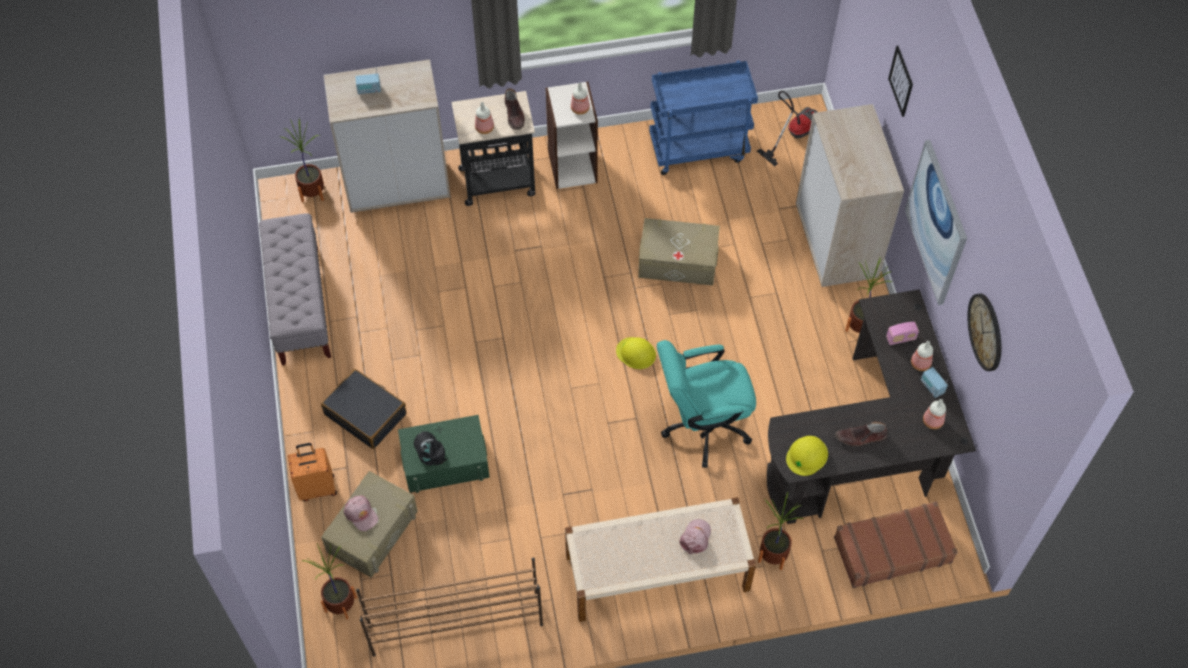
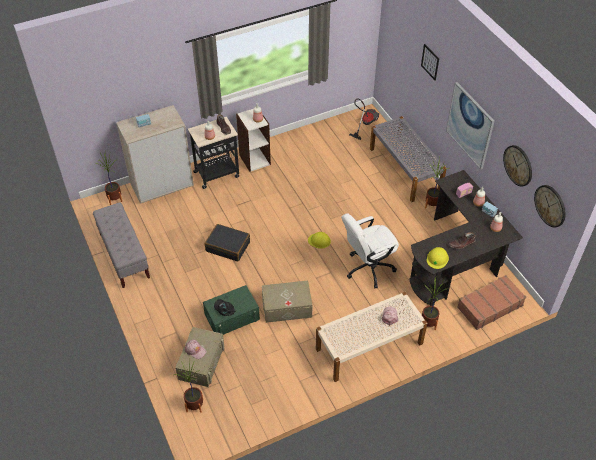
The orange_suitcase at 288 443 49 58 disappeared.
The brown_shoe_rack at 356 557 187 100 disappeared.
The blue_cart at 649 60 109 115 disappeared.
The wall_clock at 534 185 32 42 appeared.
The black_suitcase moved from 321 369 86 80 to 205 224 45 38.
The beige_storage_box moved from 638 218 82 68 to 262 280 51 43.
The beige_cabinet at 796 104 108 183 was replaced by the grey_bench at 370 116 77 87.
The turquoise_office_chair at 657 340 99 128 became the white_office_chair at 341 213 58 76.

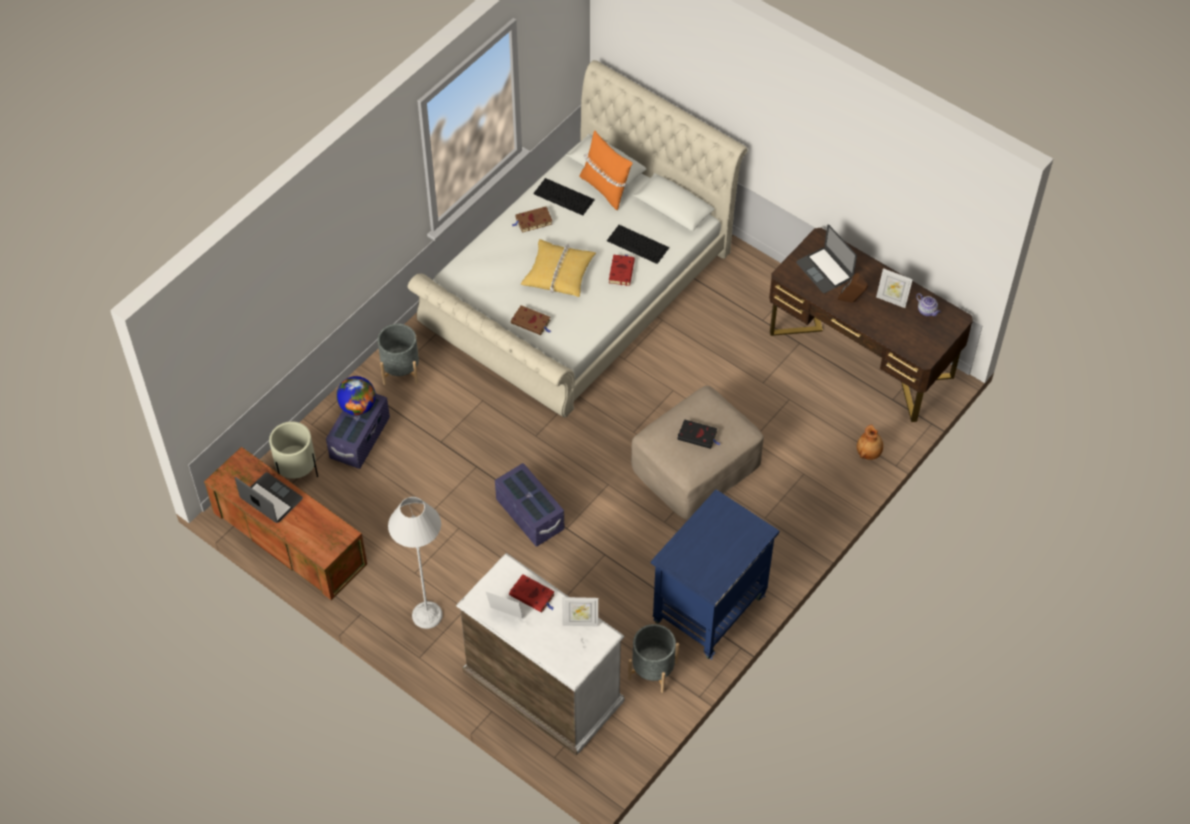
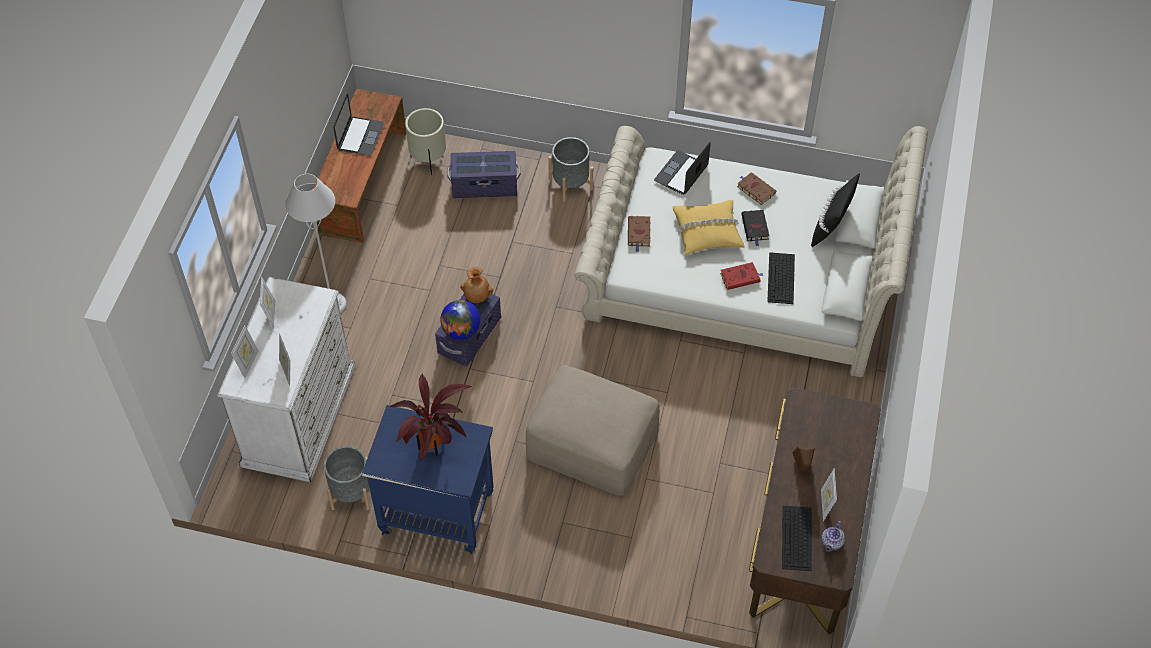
The red_book at 509 574 46 39 disappeared.
The picture_frame at 231 325 28 53 appeared.
The potted_plant at 391 373 81 88 appeared.
The globe moved from 336 376 40 39 to 440 300 40 40.
The keyboard moved from 533 178 62 37 to 782 506 30 65.
The black_book moved from 677 419 43 30 to 741 210 28 36.
The laptop moved from 796 224 61 69 to 654 142 57 53.
The brown_vase moved from 857 425 26 35 to 460 267 33 36.
The orange_pillow at 579 131 53 79 became the black_pillow at 811 173 49 74.

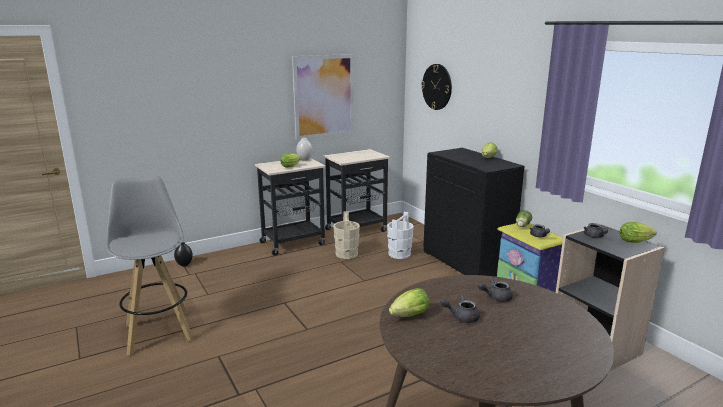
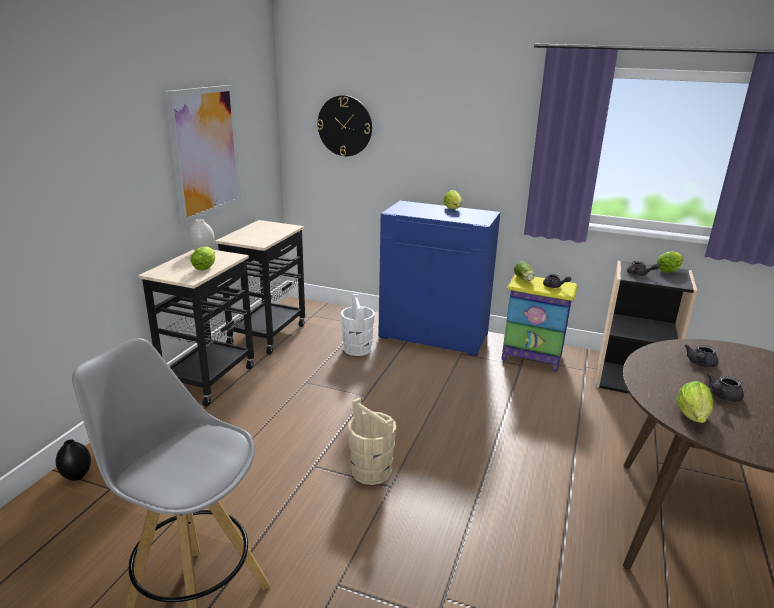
The beige_bucket moved from 333 211 27 48 to 348 397 48 88.
The black_cabinet at 423 148 101 129 became the blue_cabinet at 378 201 122 155.

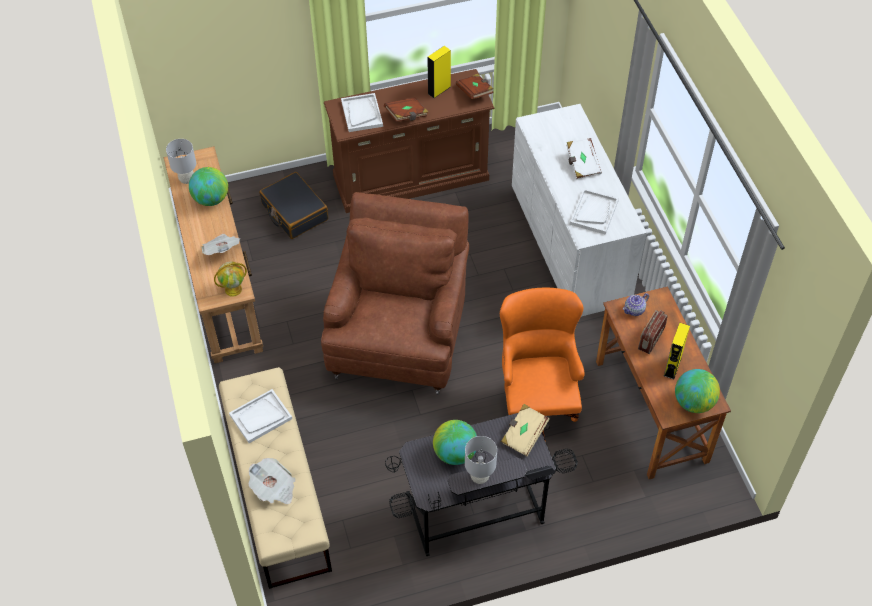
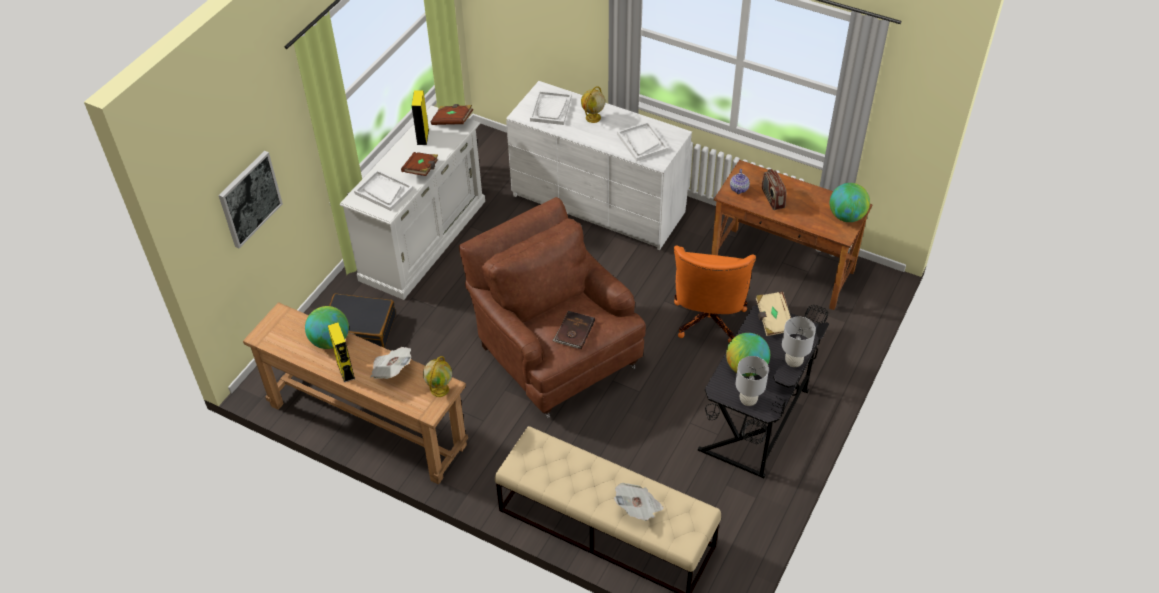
The picture at 219 151 64 97 appeared.
The brown_book at 553 311 42 38 appeared.
The grey_table_lamp moved from 166 139 30 45 to 736 356 33 50.
The white_tray moved from 229 389 63 54 to 530 90 42 35.
The yellow_speaker moved from 664 323 26 56 to 328 322 27 60.
The white_book at 566 138 36 41 was replaced by the globe at 581 86 24 37.
The brown_cabinet at 324 69 171 144 became the white_cabinet at 340 105 145 195.
The orange_office_chair at 500 288 85 154 turned 120 degrees counterclockwise.

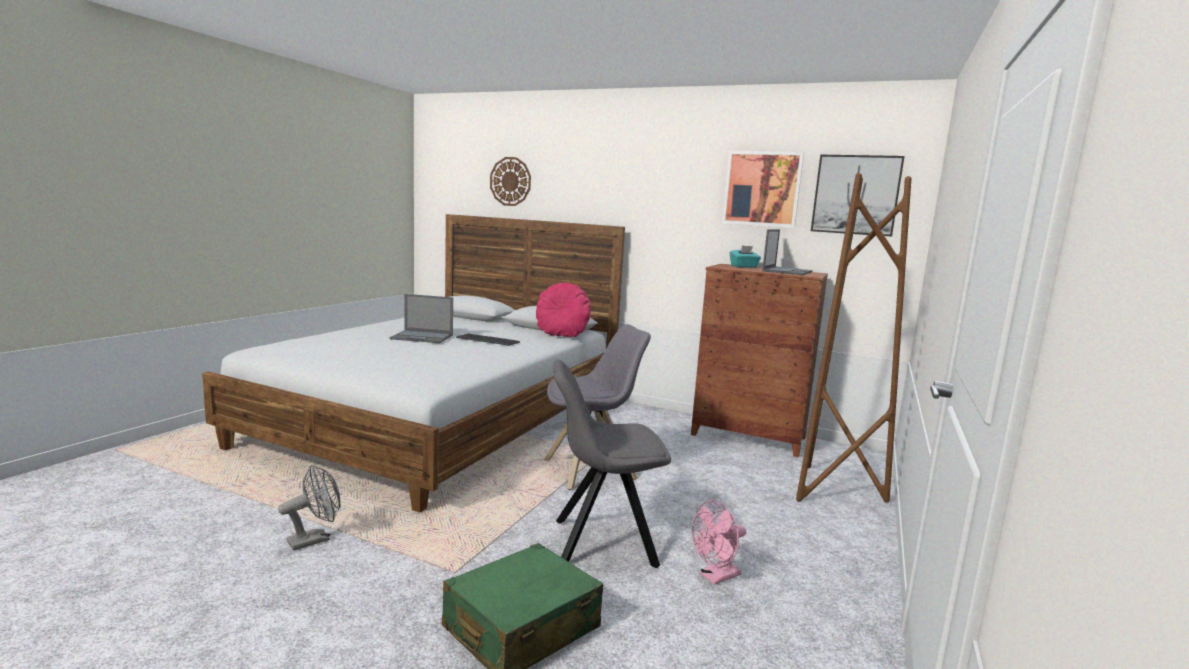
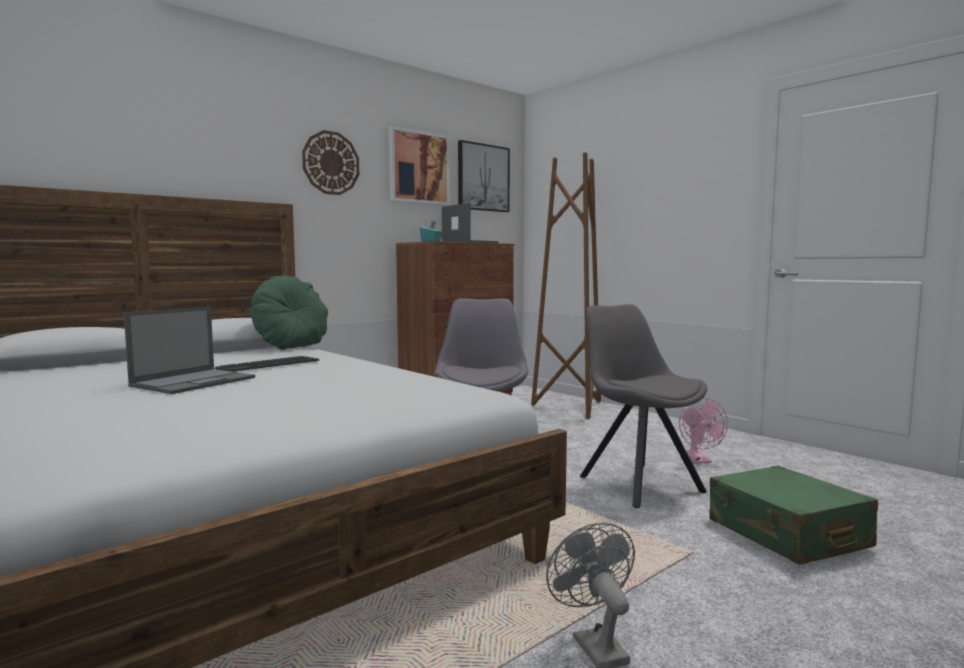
The wall_clock moved from 490 157 41 49 to 302 130 57 65.
The pink_pillow at 536 283 55 54 became the green_pillow at 250 275 78 75.
The grey_chair at 553 360 118 208 turned 135 degrees clockwise.

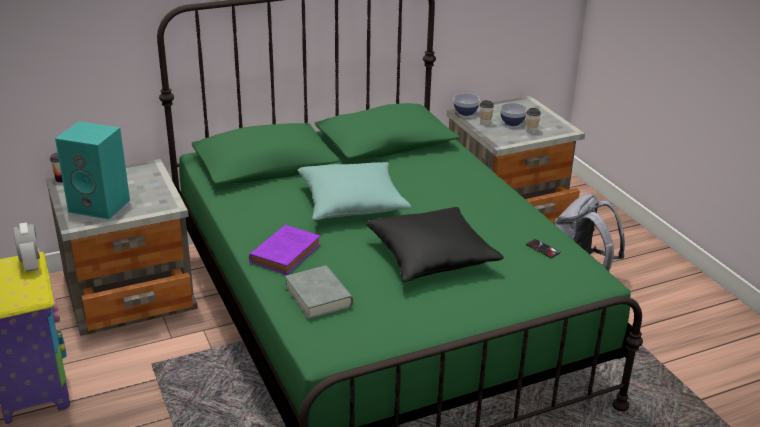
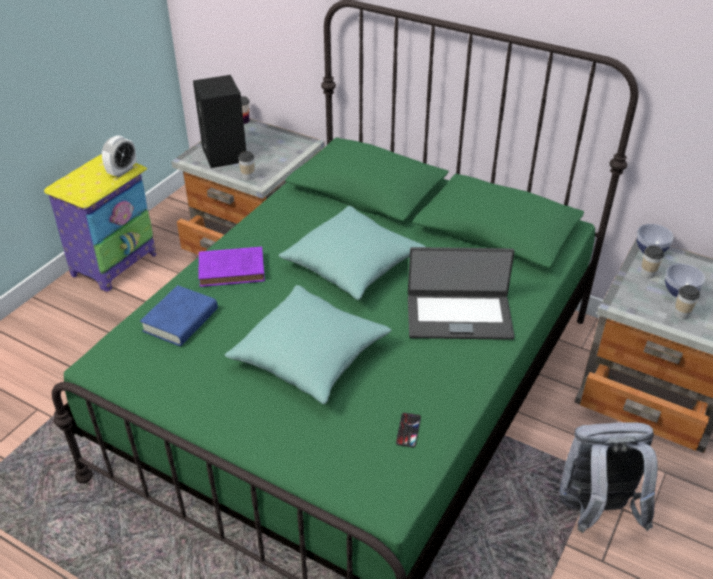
The cup at 238 151 17 29 appeared.
The laptop at 408 247 107 93 appeared.
The turquoise_speaker at 55 121 75 99 became the black_speaker at 193 75 53 93.
The grey_book at 285 265 68 55 became the blue_book at 140 285 78 61.
The black_pillow at 365 207 139 75 became the turquoise_pillow at 225 285 167 119.

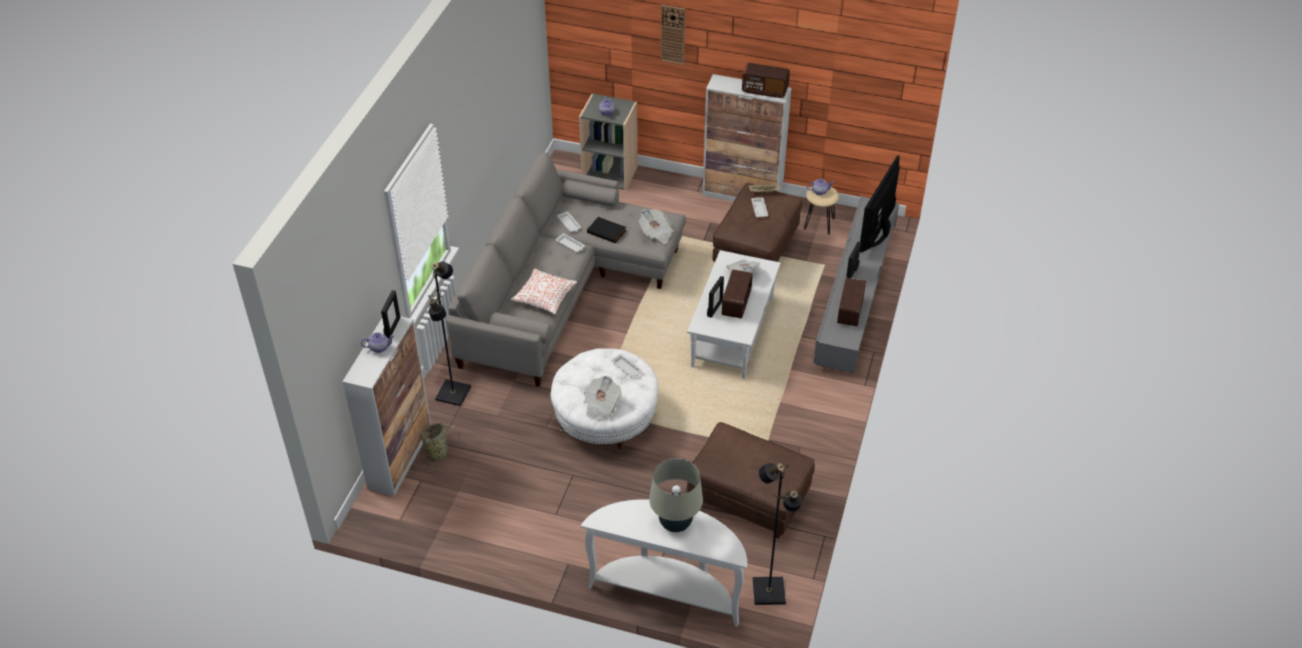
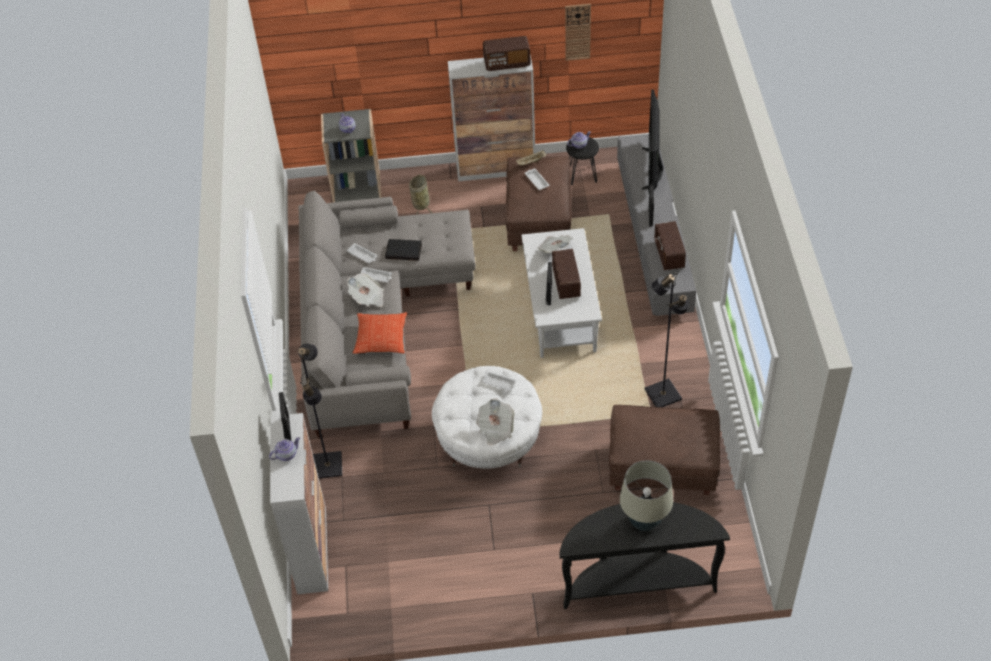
The basket moved from 422 423 33 49 to 409 174 24 41.
The newspaper moved from 639 209 35 35 to 347 274 37 33.
The wall_clock moved from 661 5 24 60 to 565 4 26 57.
The black_floor_lamp moved from 753 463 49 142 to 645 273 44 134.
The white_pillow at 511 268 66 46 became the orange_pillow at 353 312 54 42.
The white_console_table at 581 499 166 128 became the black_console_table at 559 502 171 107.
The beige_stool at 804 187 35 47 became the black_stool at 566 137 33 48.

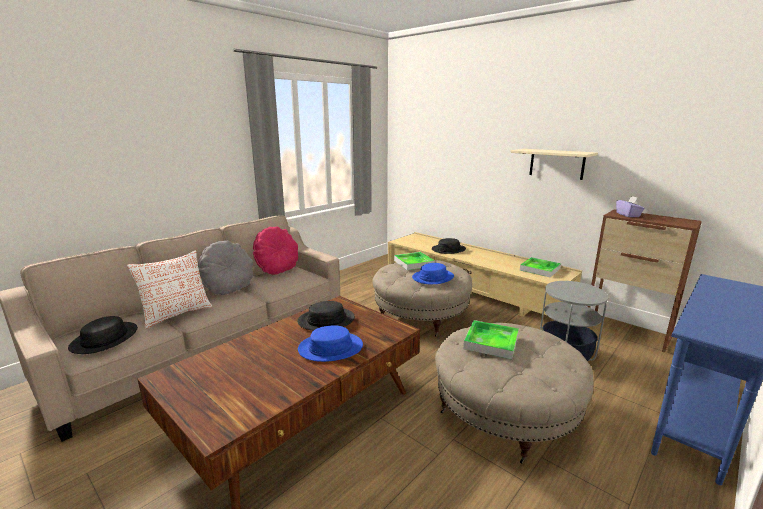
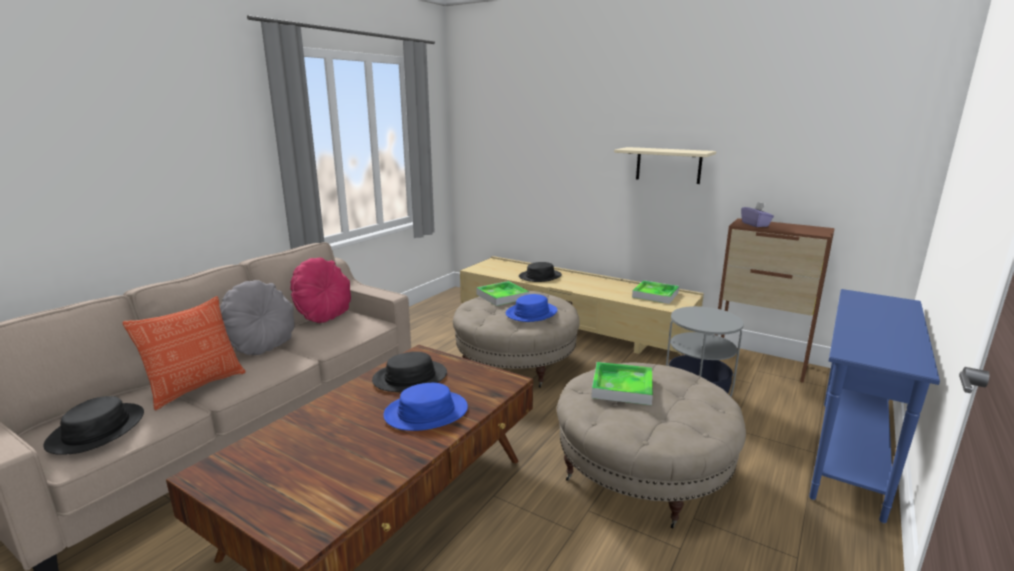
The white_pillow at 127 251 85 78 became the orange_pillow at 122 296 124 114.

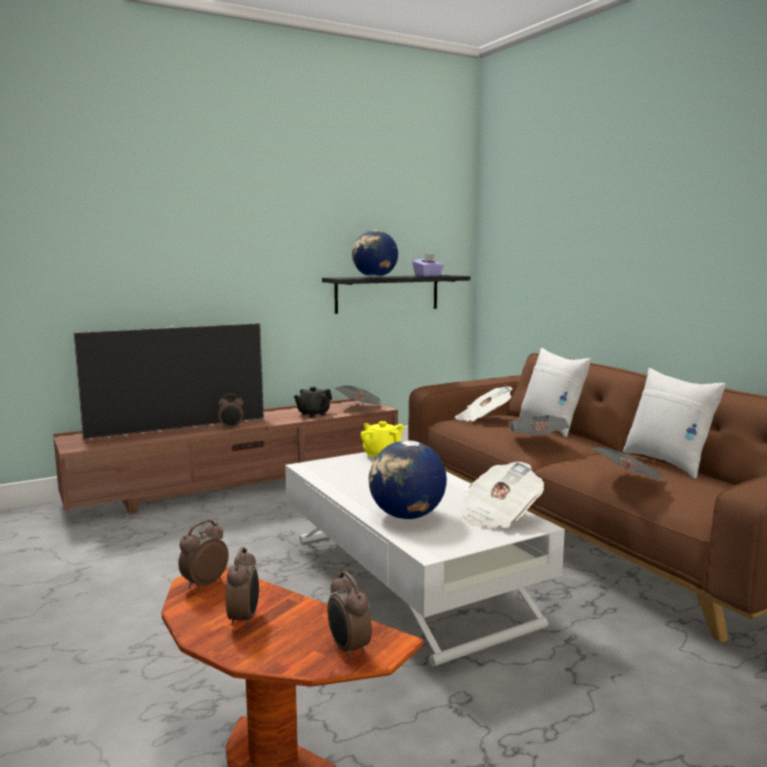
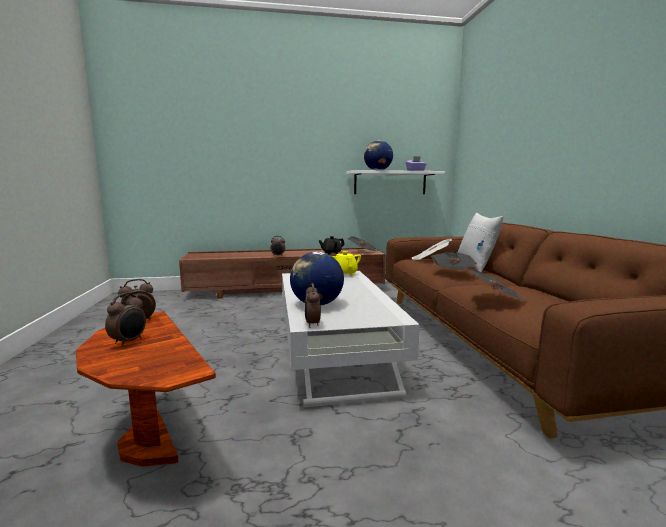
The television at 73 323 191 116 disappeared.
The newspaper at 461 462 83 66 disappeared.
The grey_pillow at 623 368 103 111 disappeared.
The alarm_clock moved from 327 571 45 89 to 304 283 17 45.
The black_shelf at 322 275 148 39 became the white_shelf at 346 170 99 24.

